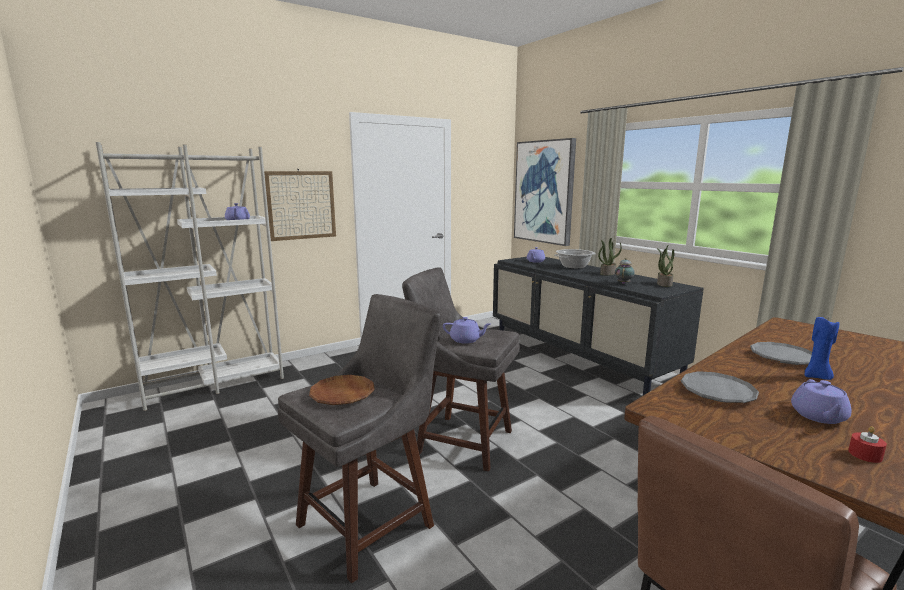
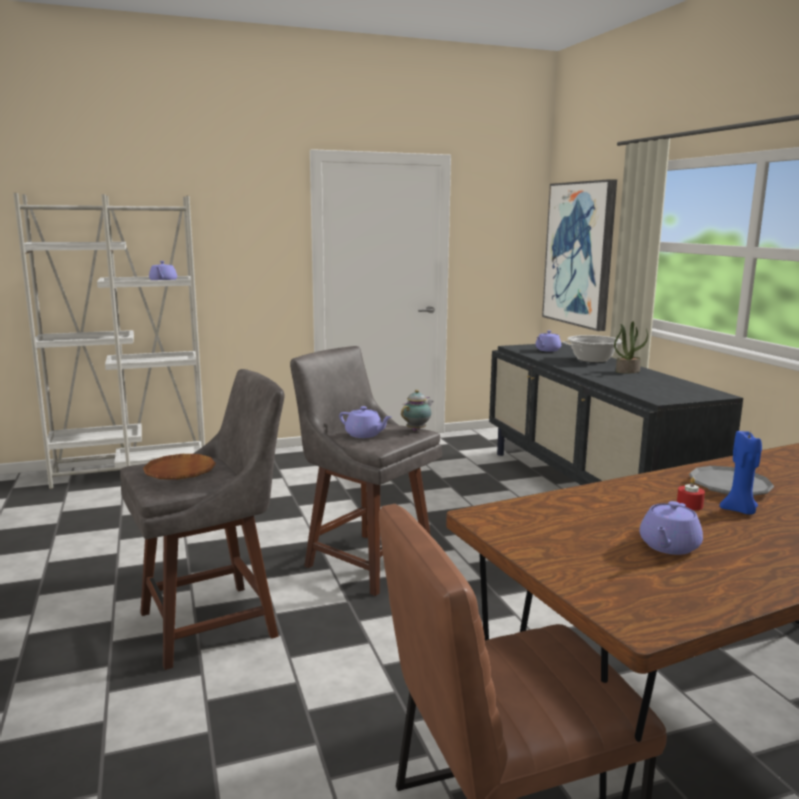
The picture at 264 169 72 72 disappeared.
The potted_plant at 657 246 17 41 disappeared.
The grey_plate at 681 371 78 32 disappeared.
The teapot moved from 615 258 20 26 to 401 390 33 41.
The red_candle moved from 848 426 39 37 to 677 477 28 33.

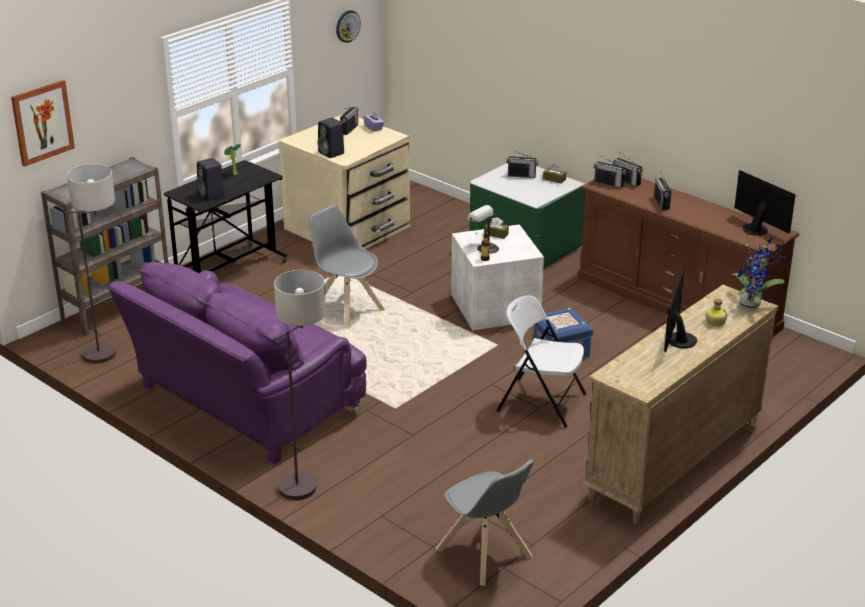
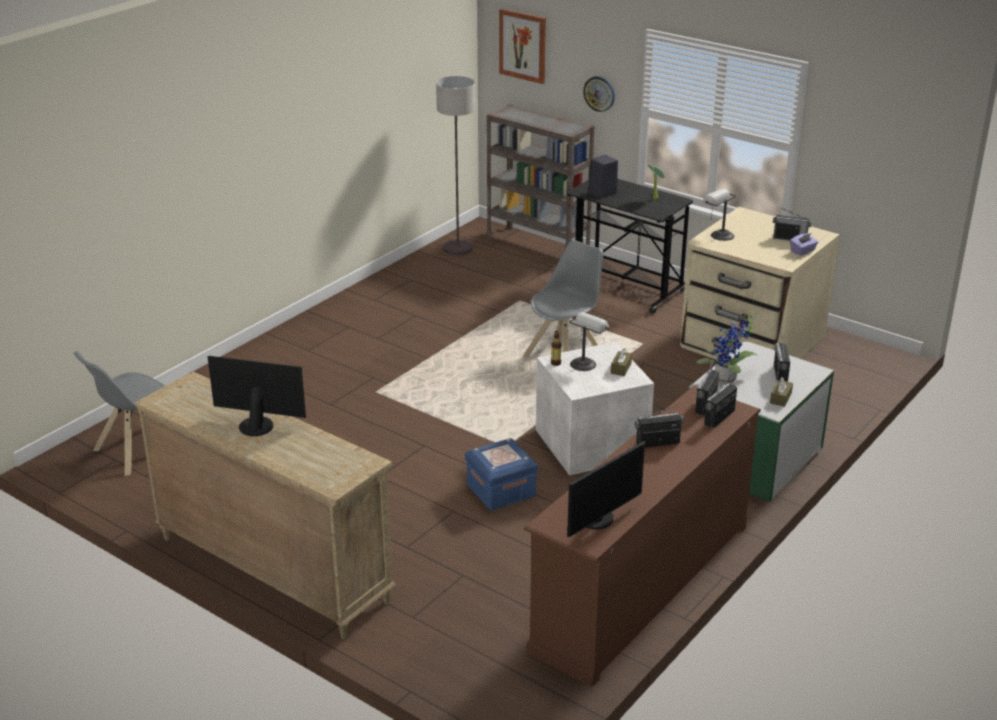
The purple_sofa at 108 262 259 202 disappeared.
The grey_floor_lamp at 273 270 53 230 disappeared.
The white_chair at 497 295 89 133 disappeared.
The bottle at 706 298 21 29 disappeared.
The wall_clock moved from 336 10 25 33 to 583 76 32 36.
The potted_plant moved from 732 236 54 73 to 696 313 61 71.
The black_speaker at 317 118 27 40 was replaced by the table_lamp at 702 188 34 53.

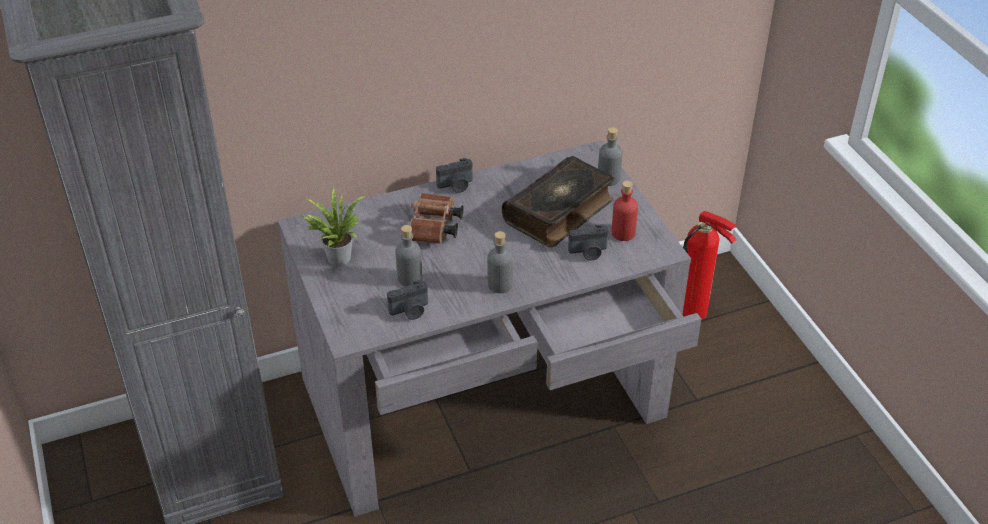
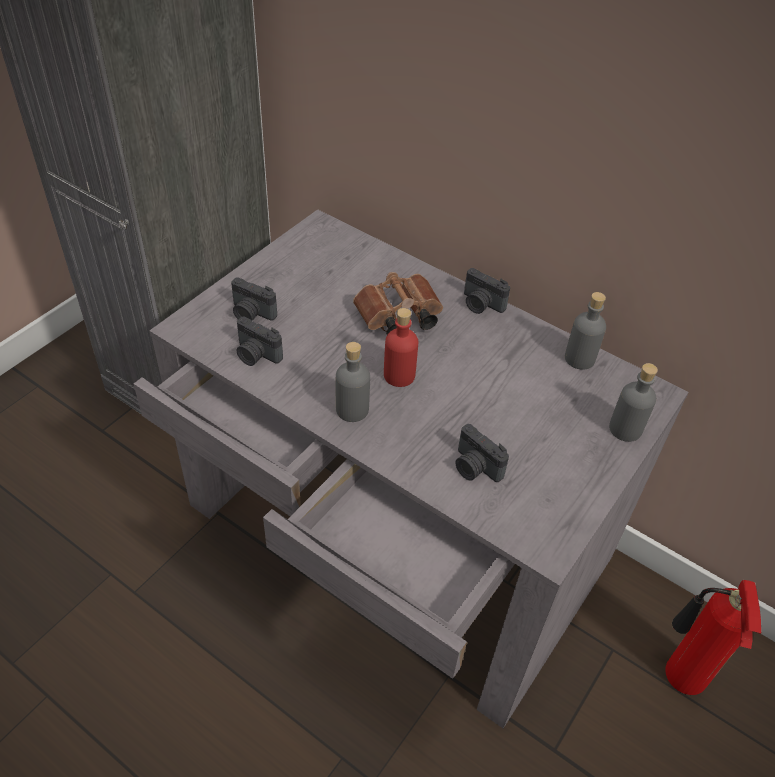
The potted_plant at 300 187 65 79 disappeared.
The book at 502 156 112 91 disappeared.
The photo_camera at 231 278 46 43 appeared.
The grey_bottle moved from 395 225 27 61 to 565 292 41 78.
The red_bottle moved from 612 181 26 60 to 384 308 34 79.

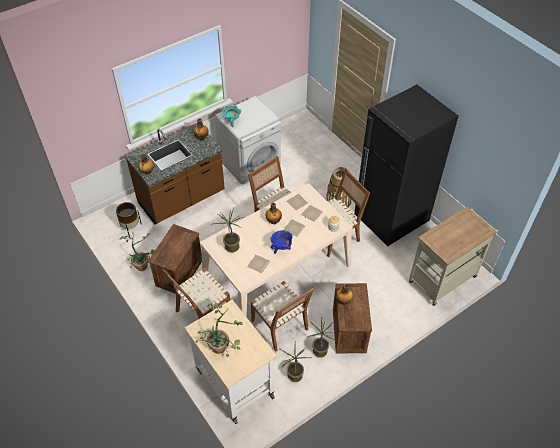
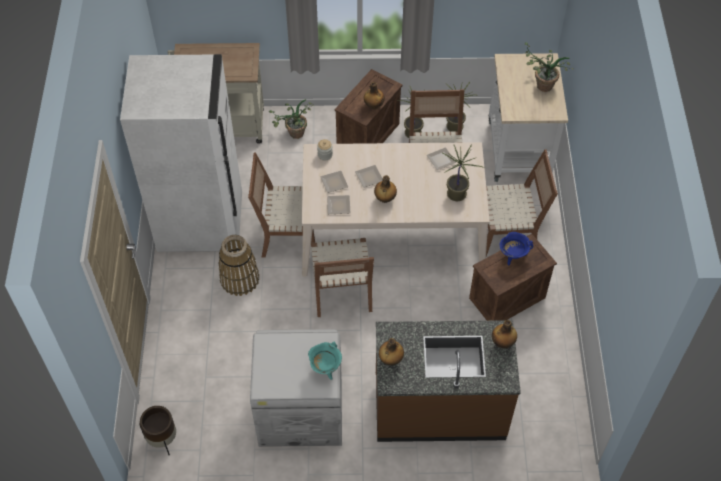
The brown_planter moved from 116 202 26 35 to 139 406 37 49.
The potted_plant moved from 120 233 34 38 to 269 99 45 40.
The blue_cooking_pot moved from 271 230 22 24 to 500 232 33 34.
The black_fridge at 354 85 105 161 became the white_fridge at 120 54 122 198.

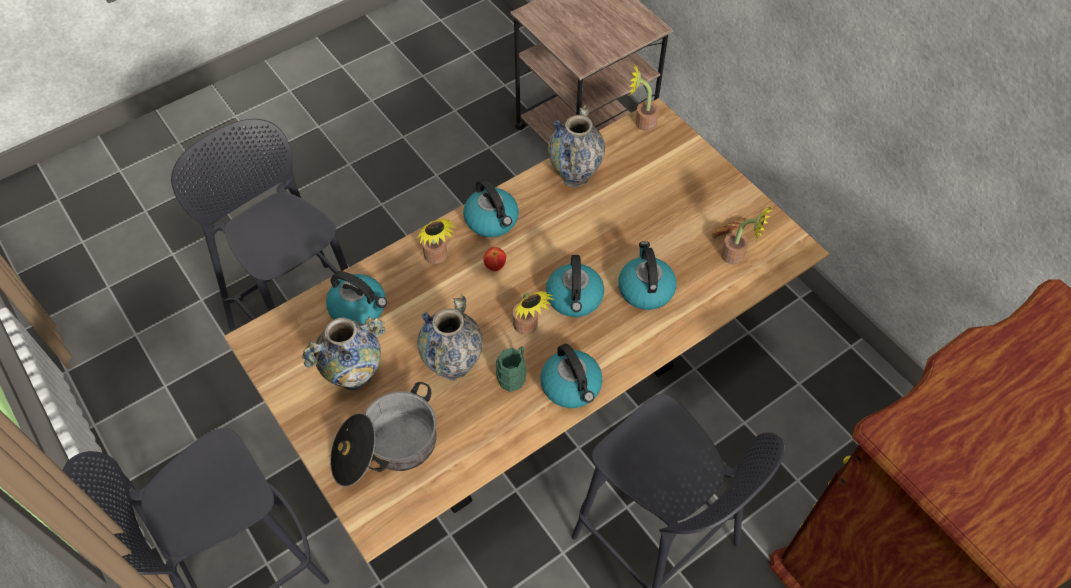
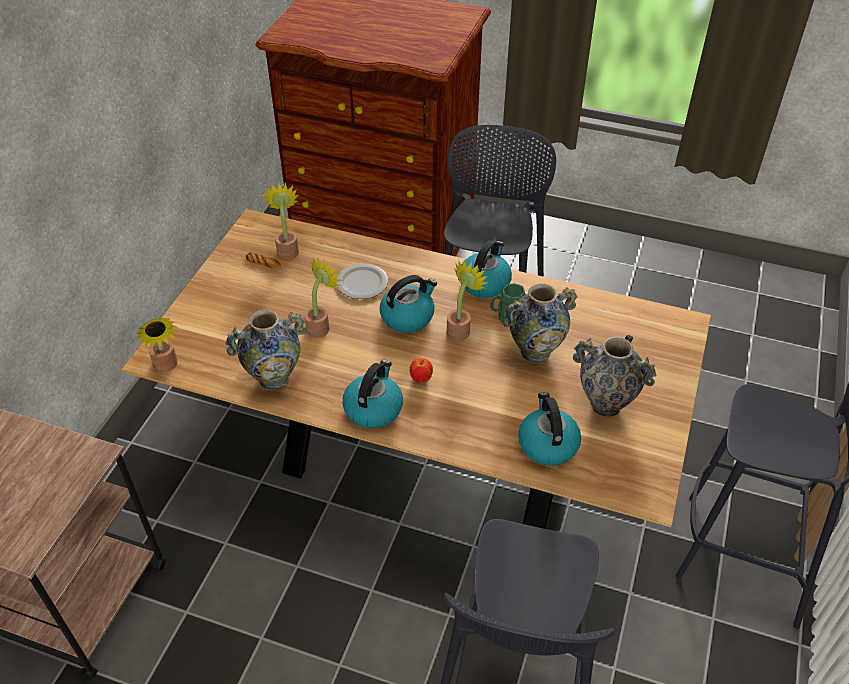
The cooking_pot at 330 382 106 105 disappeared.
The potted_plant moved from 417 219 40 45 to 304 256 38 82.
The kettle at 618 241 59 69 was replaced by the plate at 336 263 52 36.

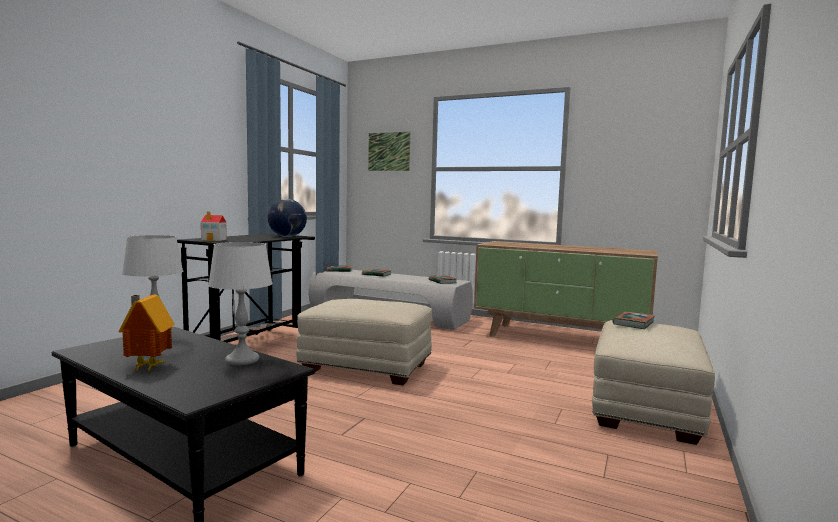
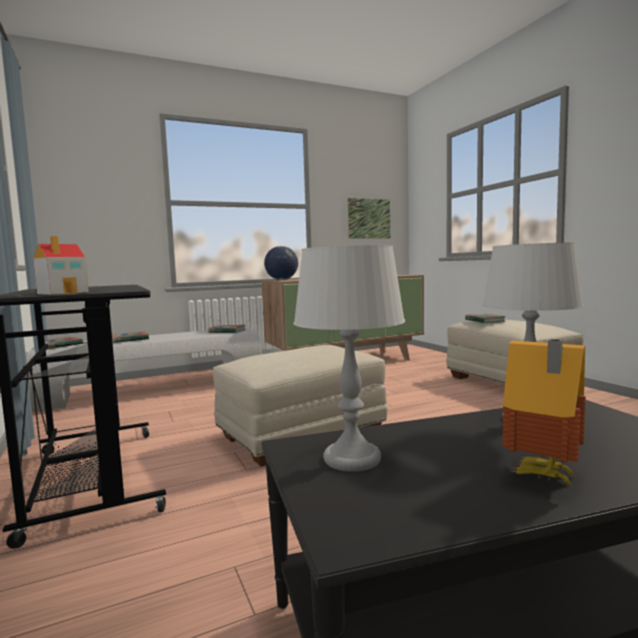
The globe moved from 268 199 39 38 to 264 246 34 34.
The picture moved from 368 132 42 39 to 348 198 42 41.

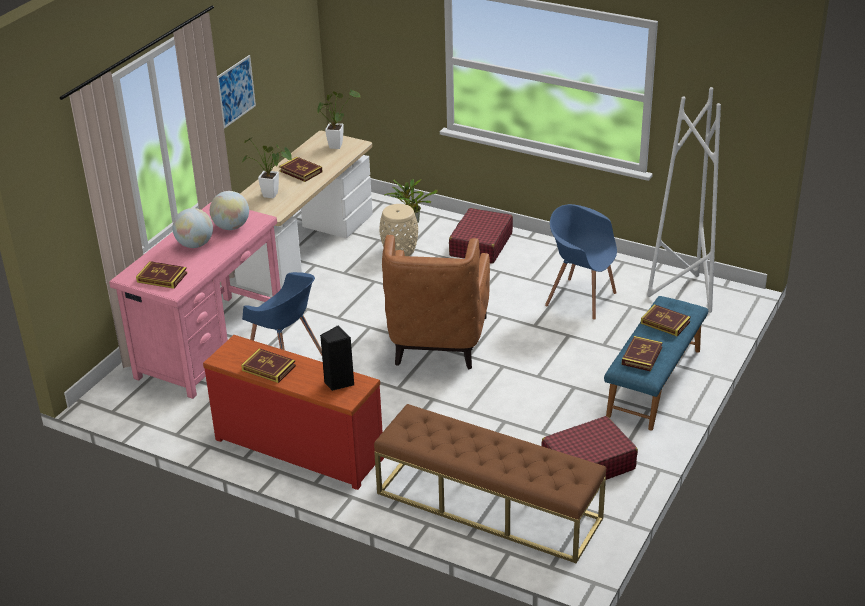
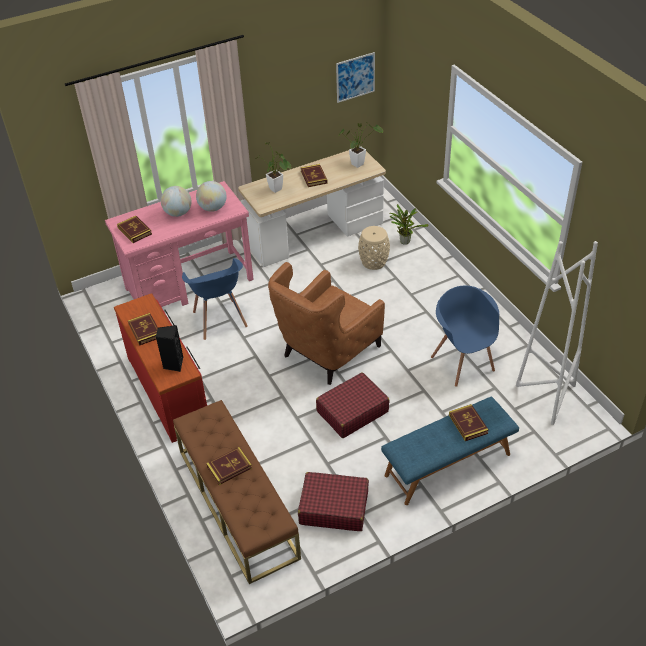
The picture moved from 217 55 39 74 to 336 52 39 51.
The red_suitcase moved from 449 208 64 56 to 316 372 73 66.
The book moved from 622 336 41 35 to 206 447 46 38.

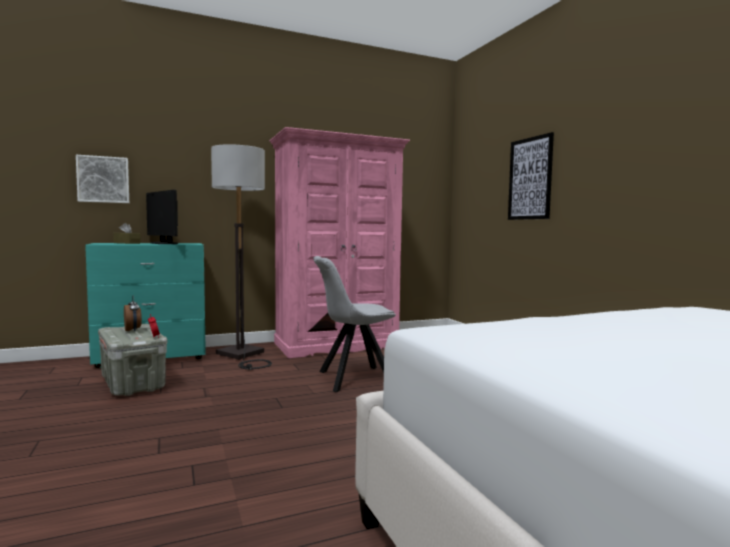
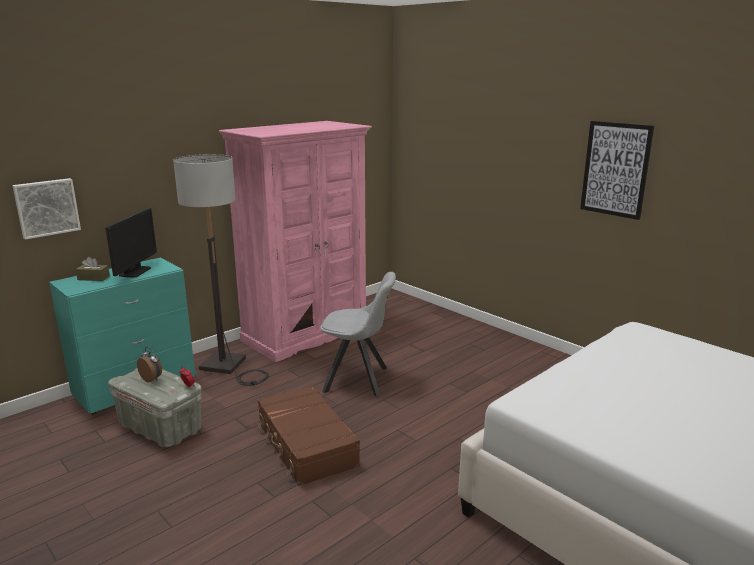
The brown_suitcase at 258 385 102 101 appeared.
The picture moved from 508 132 46 88 to 580 121 74 99.
The monitor at 146 190 32 54 turned 105 degrees counterclockwise.
The grey_chair at 313 256 83 136 turned 135 degrees counterclockwise.

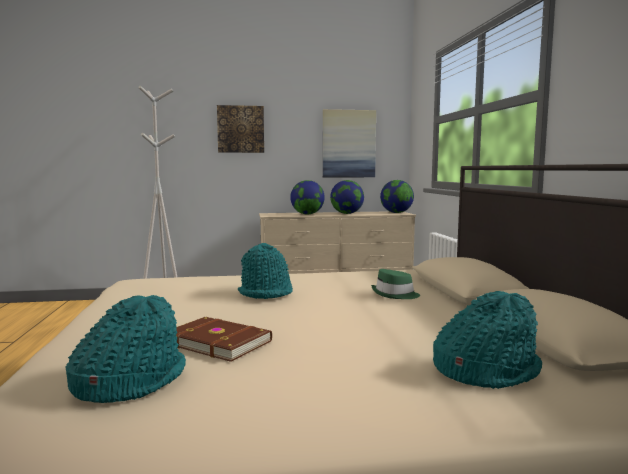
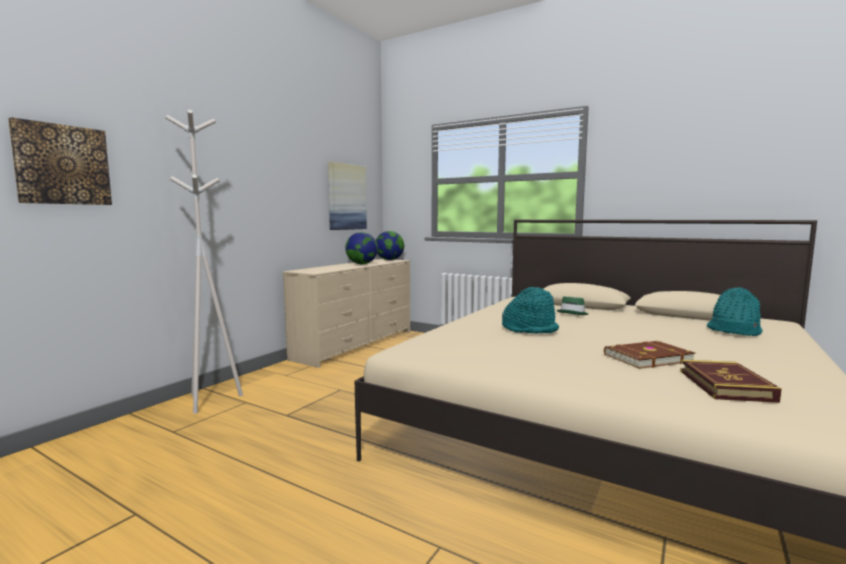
The globe at 290 180 35 34 disappeared.
The picture moved from 217 105 47 48 to 8 117 104 88.
The turquoise_hat at 66 295 120 108 was replaced by the book at 680 360 102 43.

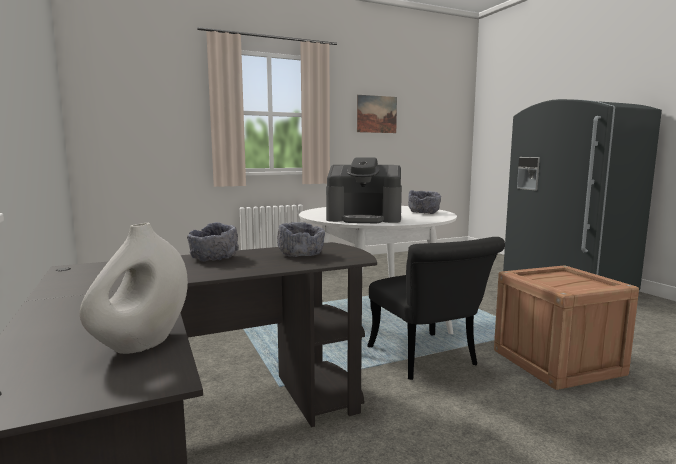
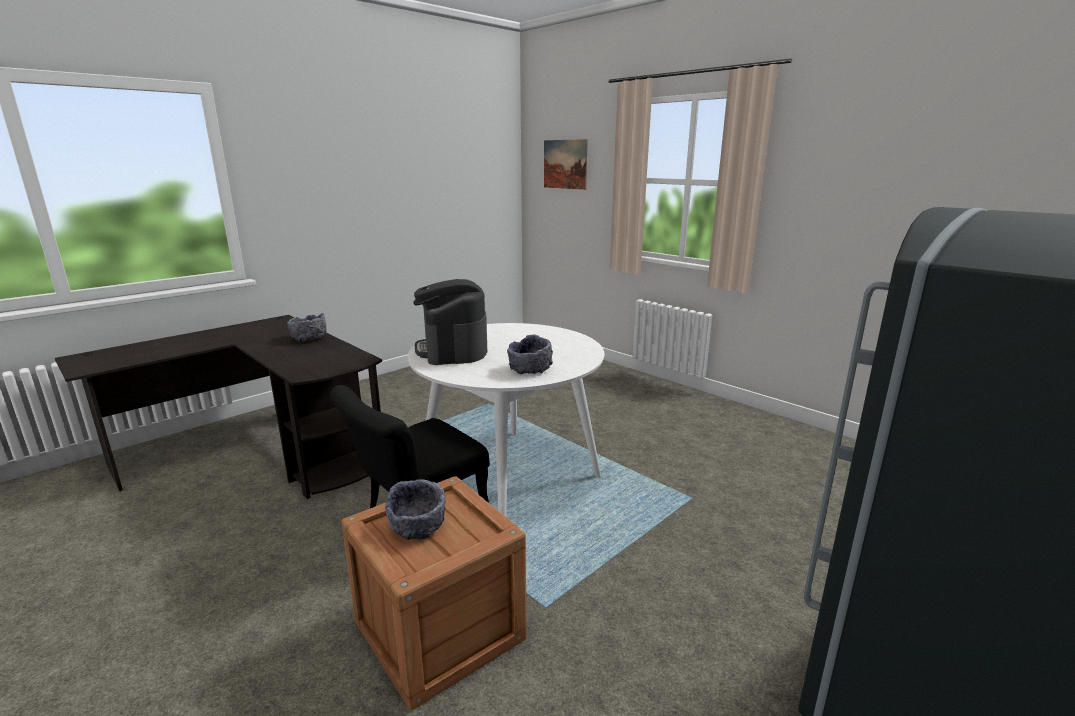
The white_vase at 80 223 108 131 disappeared.
The grey_bowl moved from 277 222 48 35 to 385 479 61 61.
The picture moved from 357 95 40 38 to 544 139 44 51.

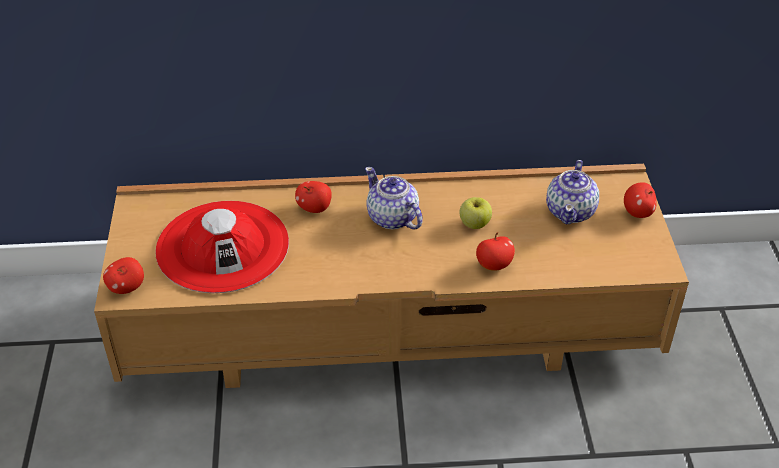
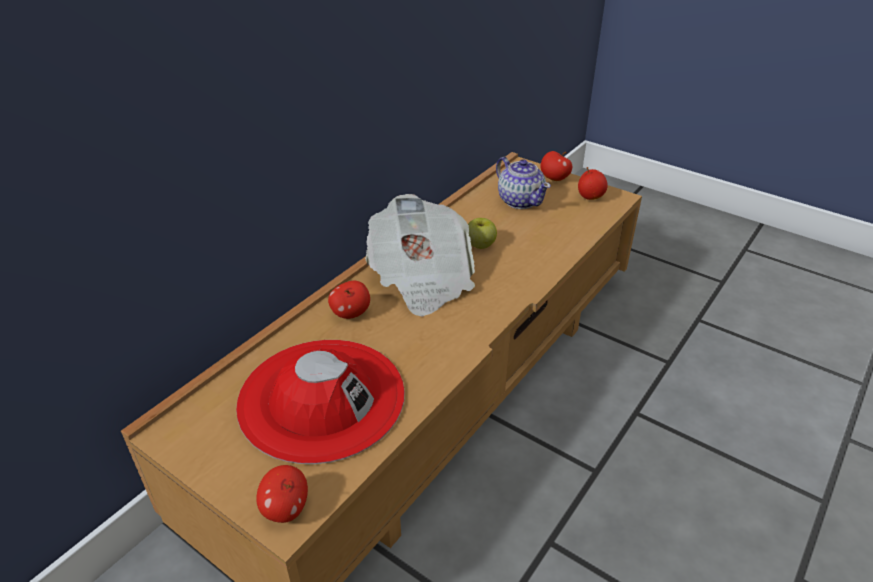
The apple moved from 476 232 39 39 to 578 167 30 33.
The teapot at 365 167 58 62 was replaced by the newspaper at 365 194 110 123.

